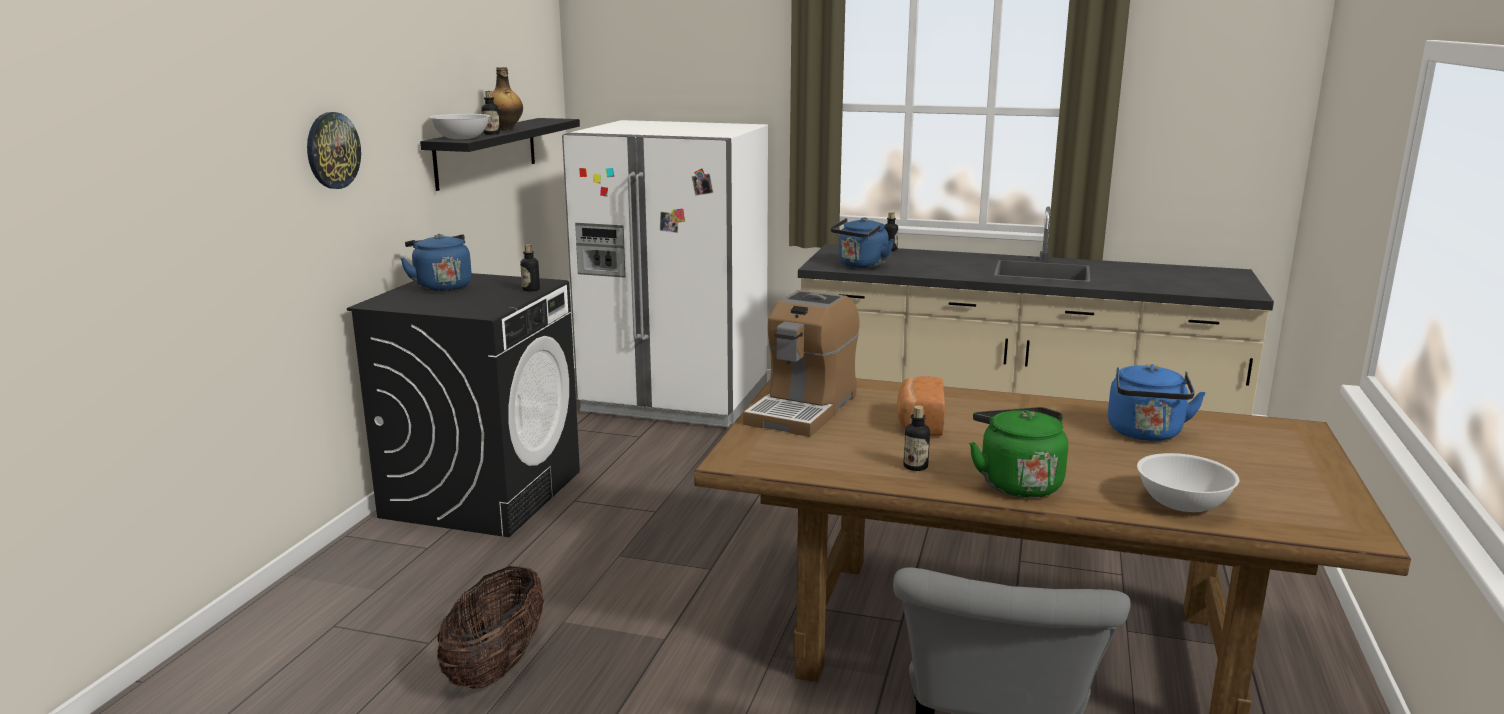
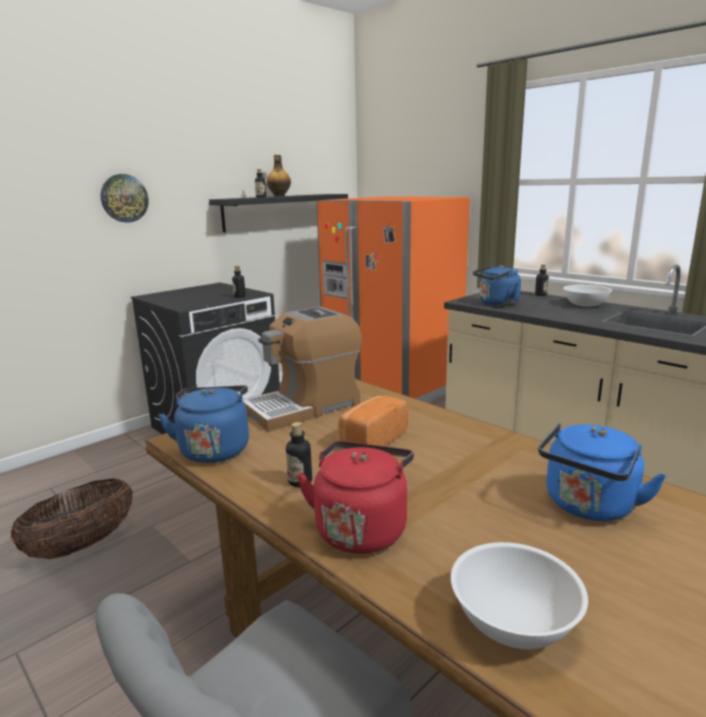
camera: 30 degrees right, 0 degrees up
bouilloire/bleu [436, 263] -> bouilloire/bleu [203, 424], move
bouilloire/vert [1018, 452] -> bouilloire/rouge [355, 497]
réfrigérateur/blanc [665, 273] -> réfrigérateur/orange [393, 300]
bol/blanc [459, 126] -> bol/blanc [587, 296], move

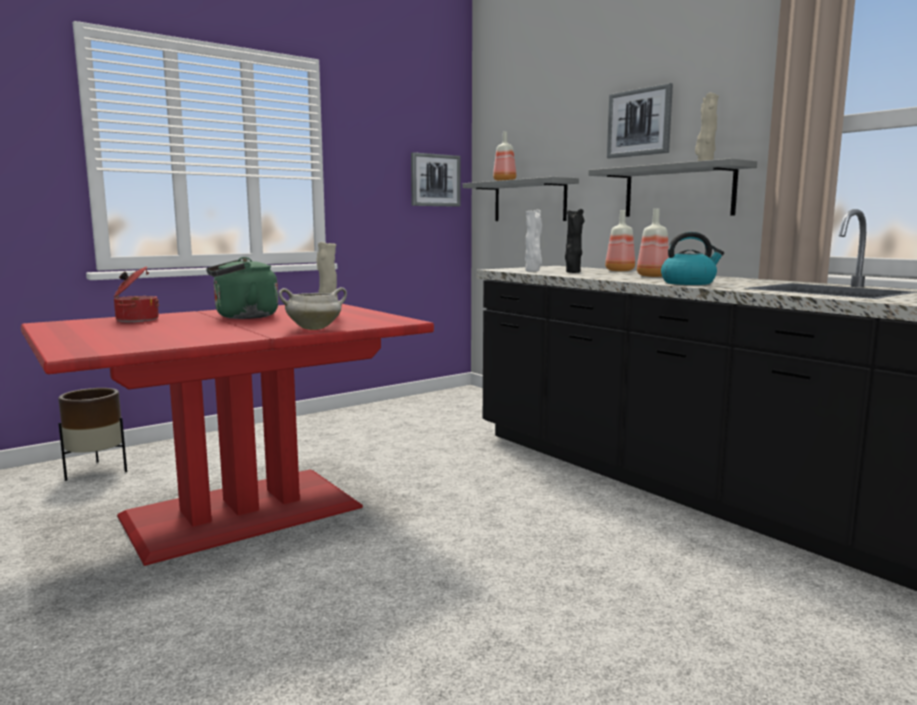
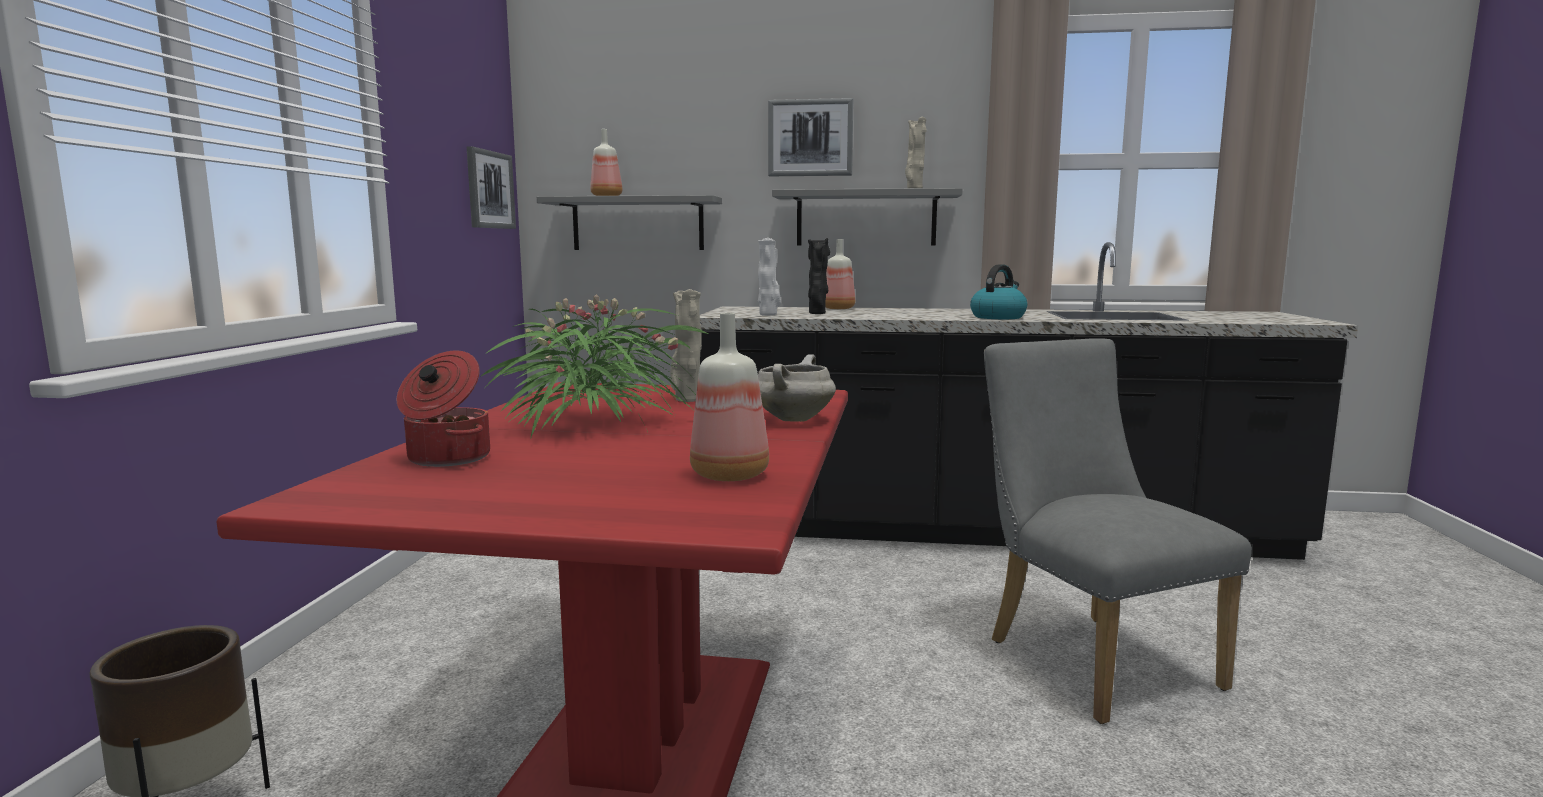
camera: 45 degrees left, 0 degrees up
bouilloire/vert [242, 288] -> plante en pot [594, 365]
bouteille [653, 242] -> bouteille [729, 397], move
none -> chaise/gris [1118, 531]

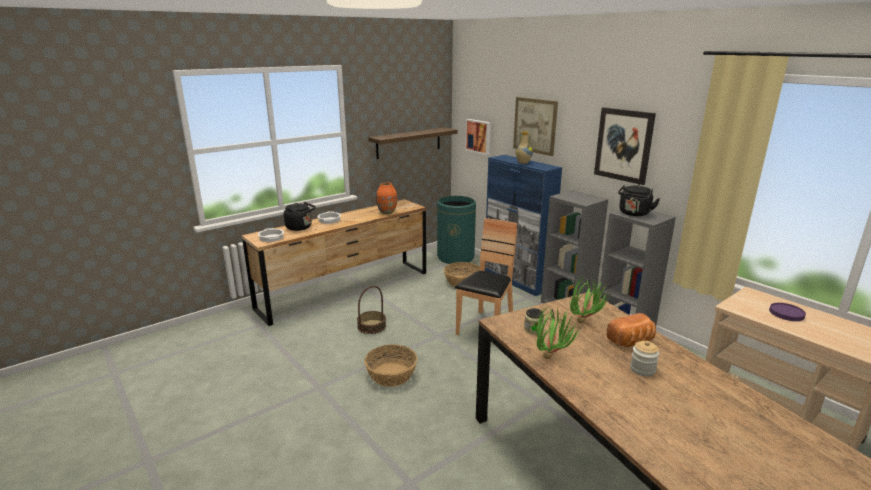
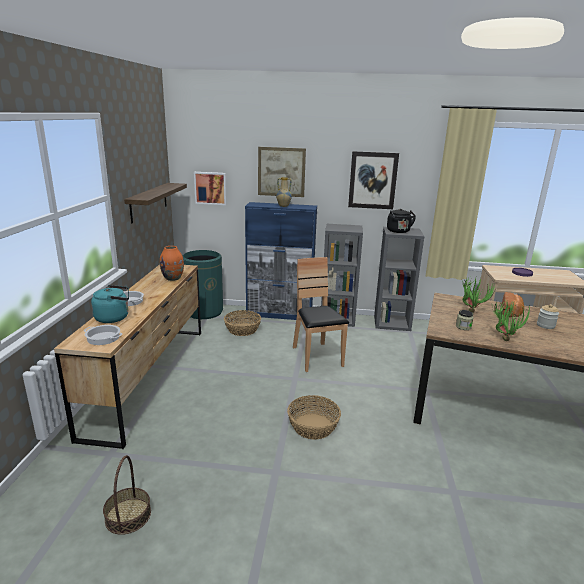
camera: 45 degrees left, 0 degrees up
bouilloire/noir [300, 216] -> bouilloire/turquoise [110, 304]
panier [371, 310] -> panier [127, 495], move

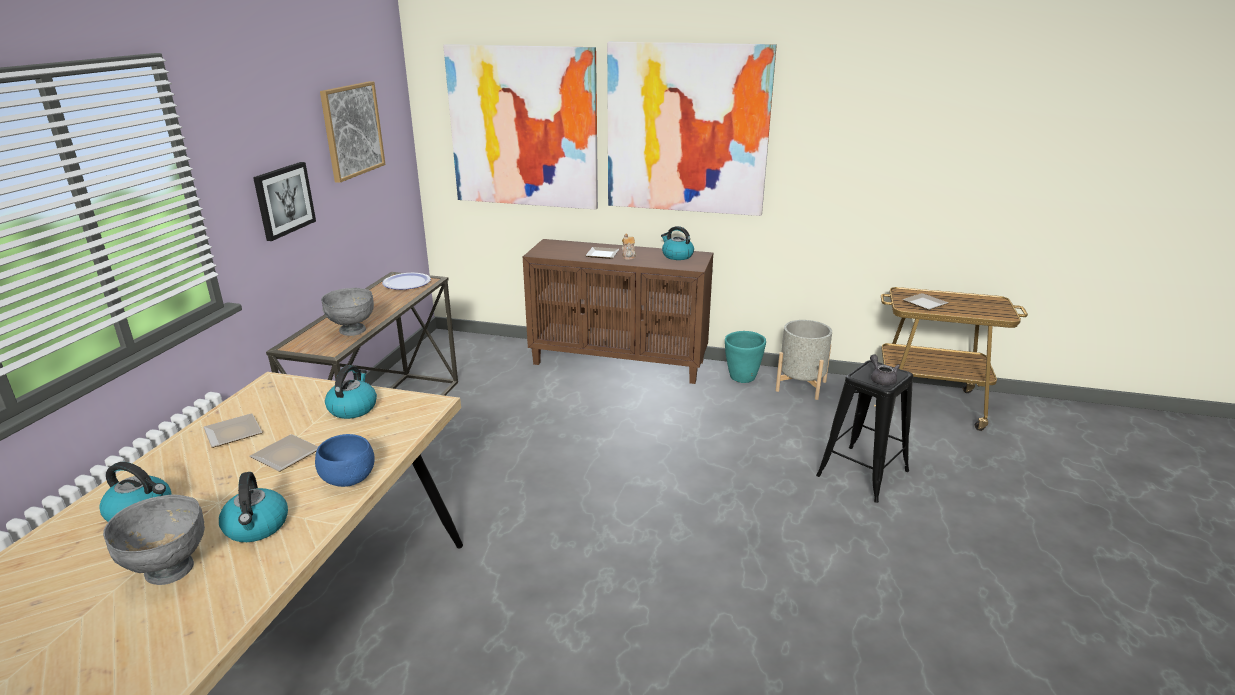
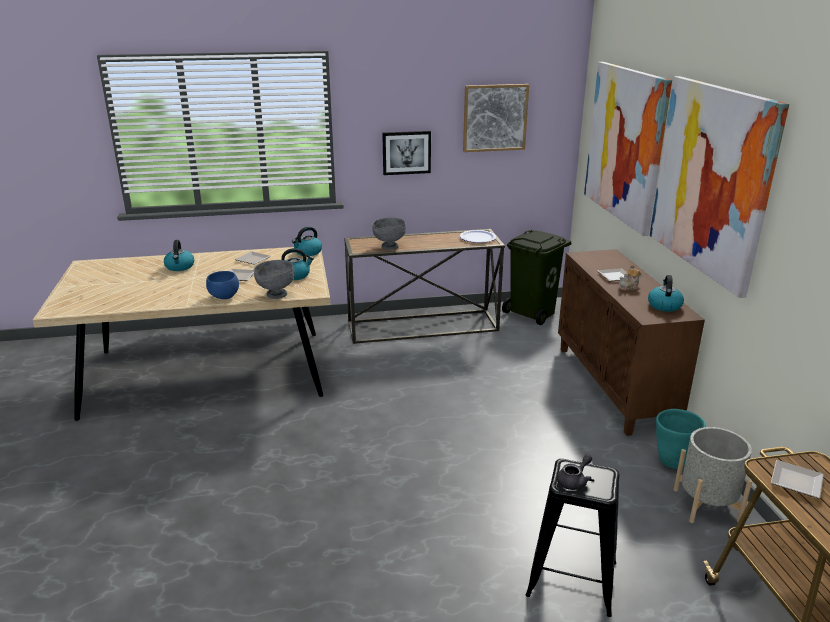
camera: 65 degrees right, 0 degrees up
bol/gris [154, 540] -> bol/gris [274, 279], move
bouilloire [253, 507] -> bouilloire [307, 241], move
none -> poubelle/vert [536, 277]

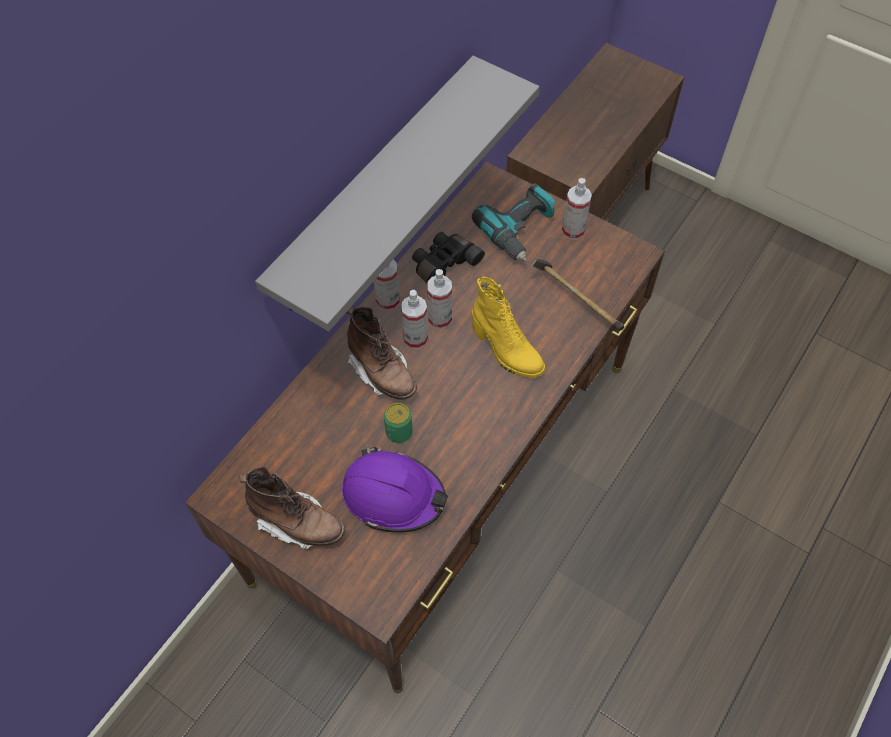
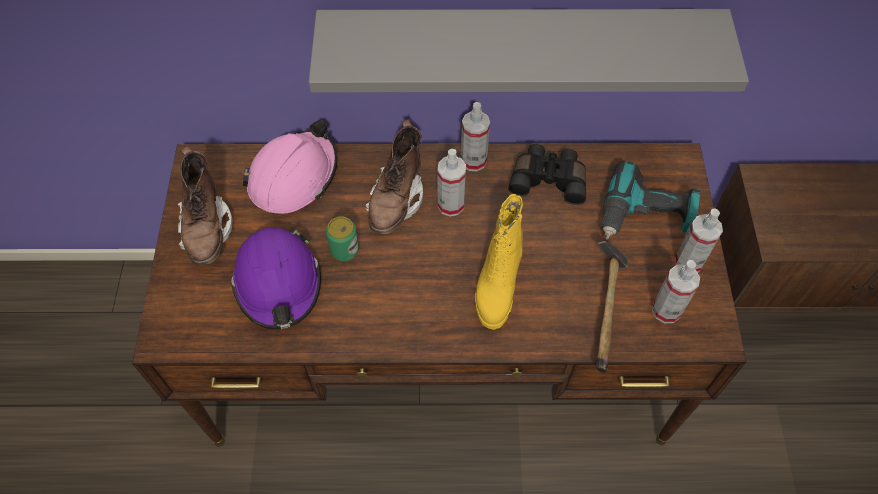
camera: 55 degrees right, 0 degrees up
none -> casque de chantier/rose [290, 167]
vaporisateur [439, 299] -> vaporisateur [676, 291], move

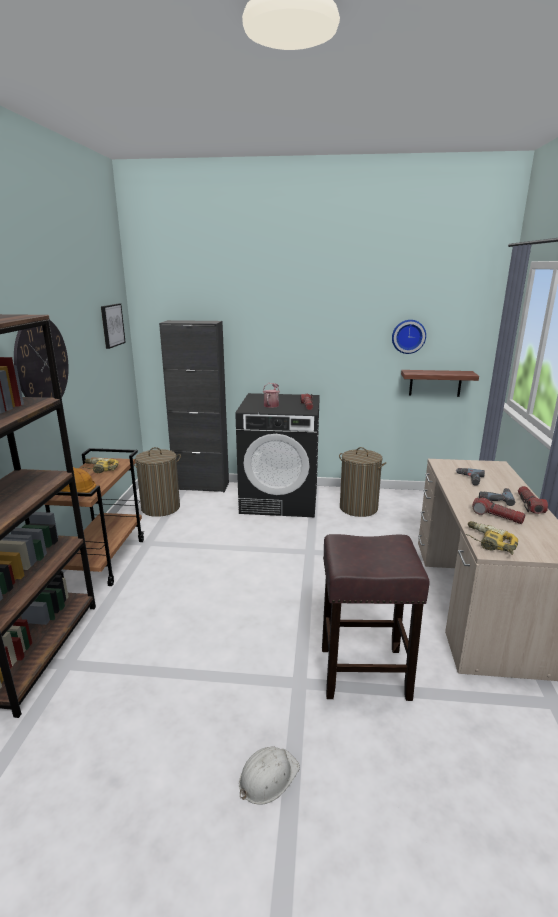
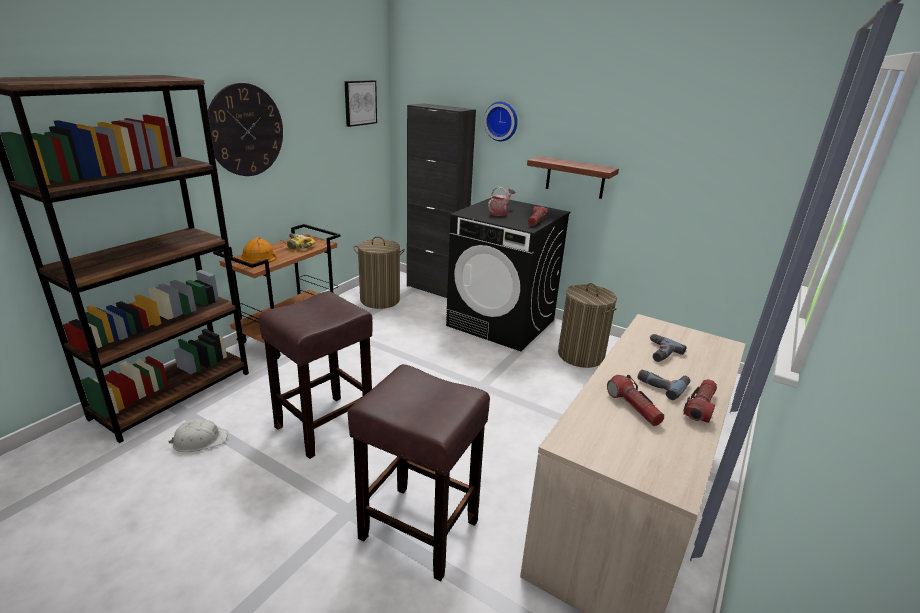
camera: 25 degrees right, 5 degrees up
casque de chantier/blanc [269, 775] -> casque de chantier/blanc [198, 435], move
none -> tabouret/marron [315, 375]
horloge murale [409, 337] -> horloge murale [501, 121], move
étagère [440, 383] -> étagère [573, 177], move
perceuse [492, 538] -> none

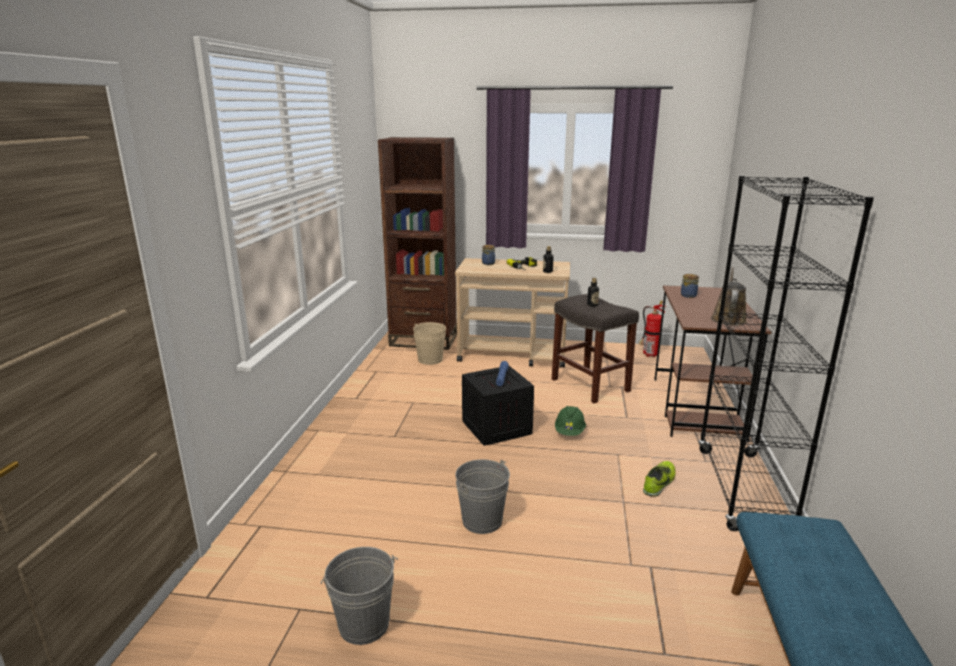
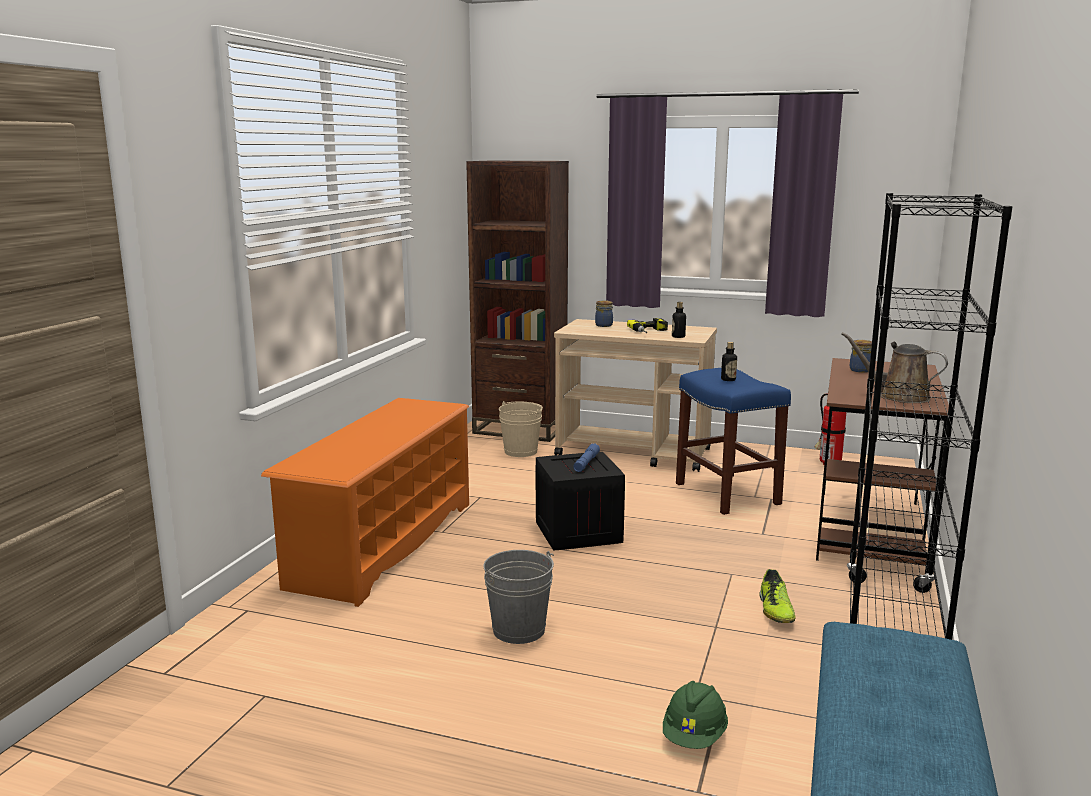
camera: 10 degrees right, 5 degrees down
none -> étagère à chaussures/orange [365, 502]
casque de chantier/vert [570, 421] -> casque de chantier/vert [695, 715], move
tabouret/gris [595, 348] -> tabouret/bleu [733, 441]
chaussure [659, 479] -> chaussure [777, 596], 135 degrees clockwise
arrosoir/marron [729, 296] -> arrosoir/marron [894, 367], 90 degrees counterclockwise
seau/gris [359, 596] -> none

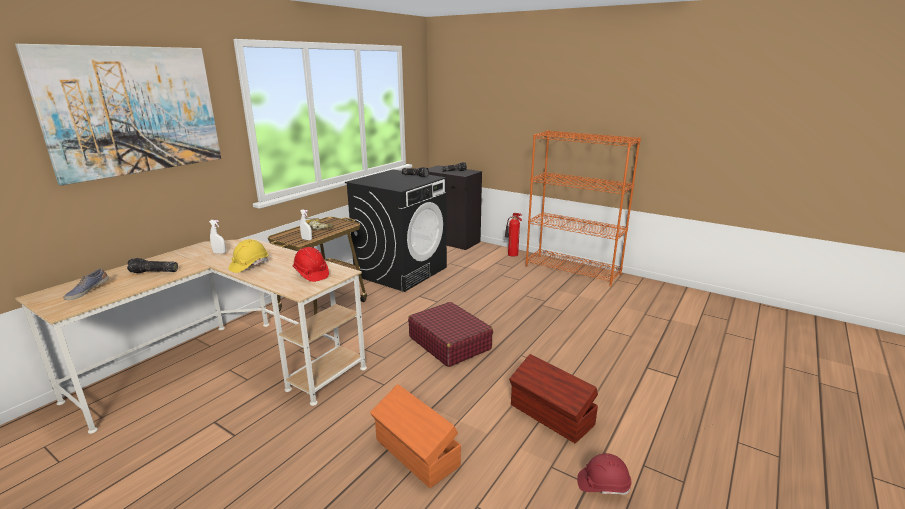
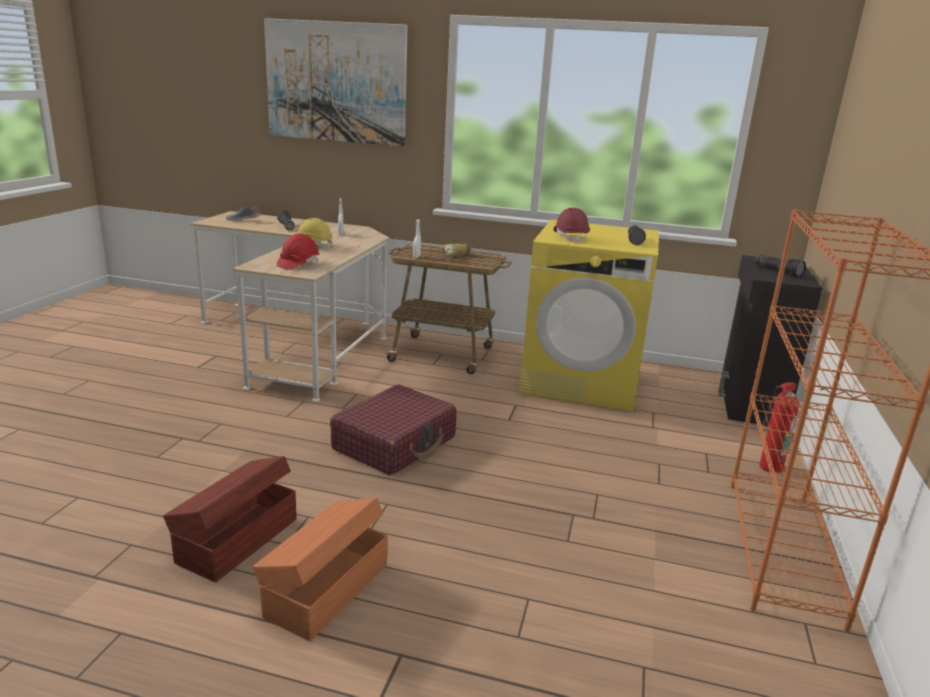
camera: 70 degrees right, 0 degrees up
boîte de rangement/orange [415, 436] -> boîte de rangement/orange [319, 569], move
lave-linge/noir [396, 230] -> lave-linge/jaune [589, 315]
casque de chantier/rouge [604, 474] -> casque de chantier/rouge [571, 225], move

